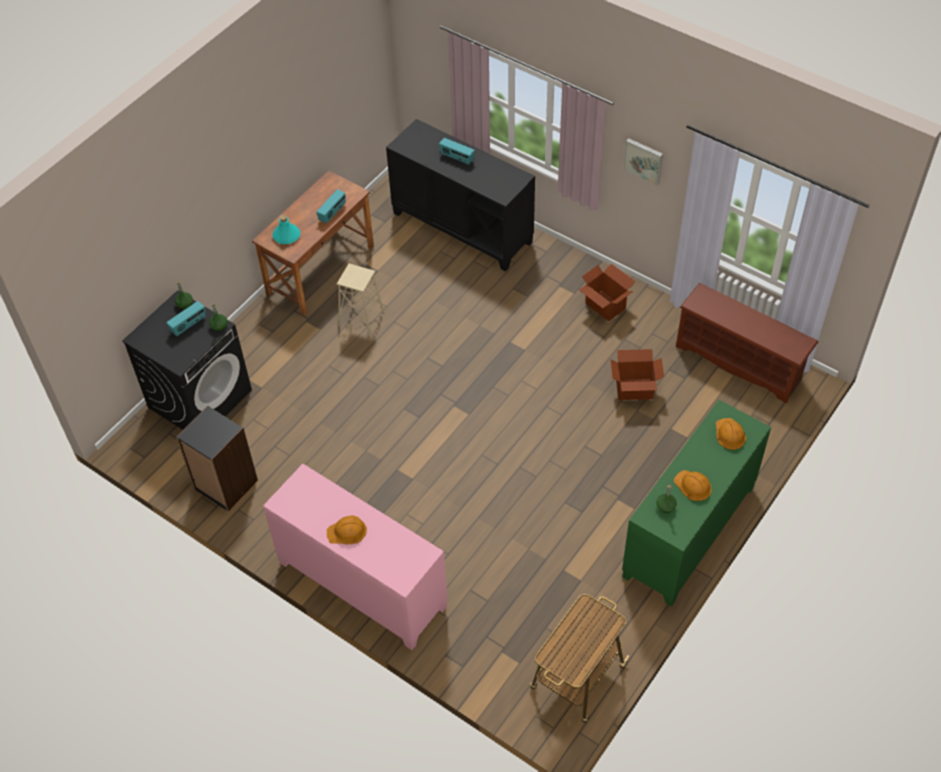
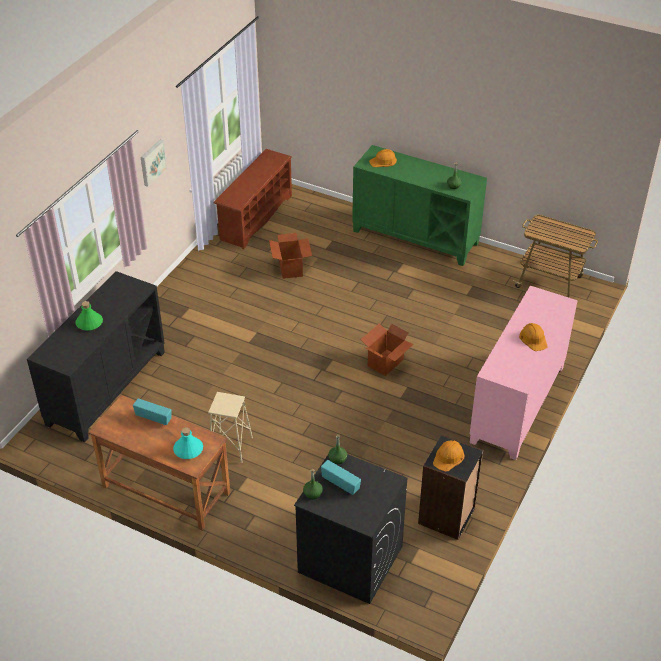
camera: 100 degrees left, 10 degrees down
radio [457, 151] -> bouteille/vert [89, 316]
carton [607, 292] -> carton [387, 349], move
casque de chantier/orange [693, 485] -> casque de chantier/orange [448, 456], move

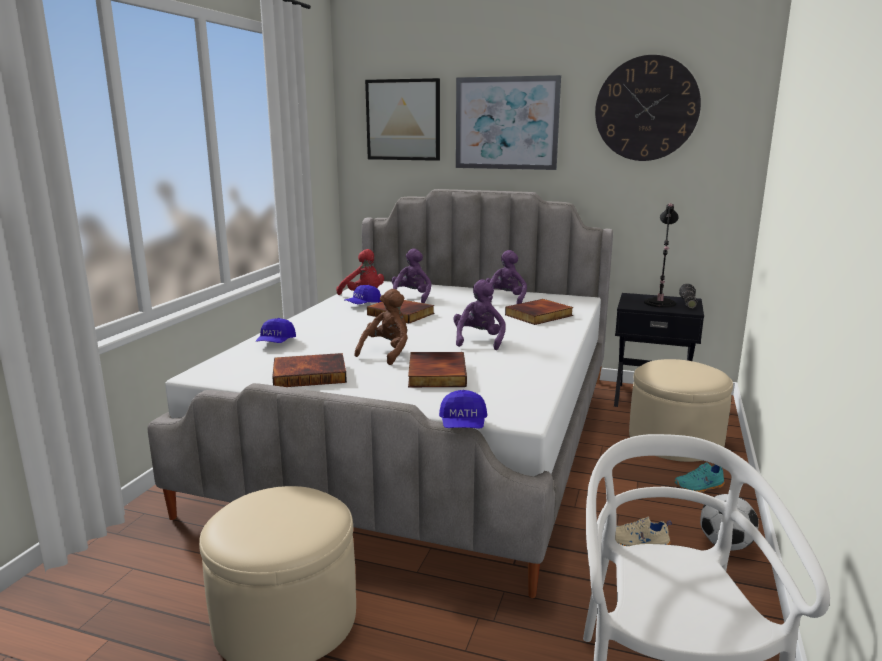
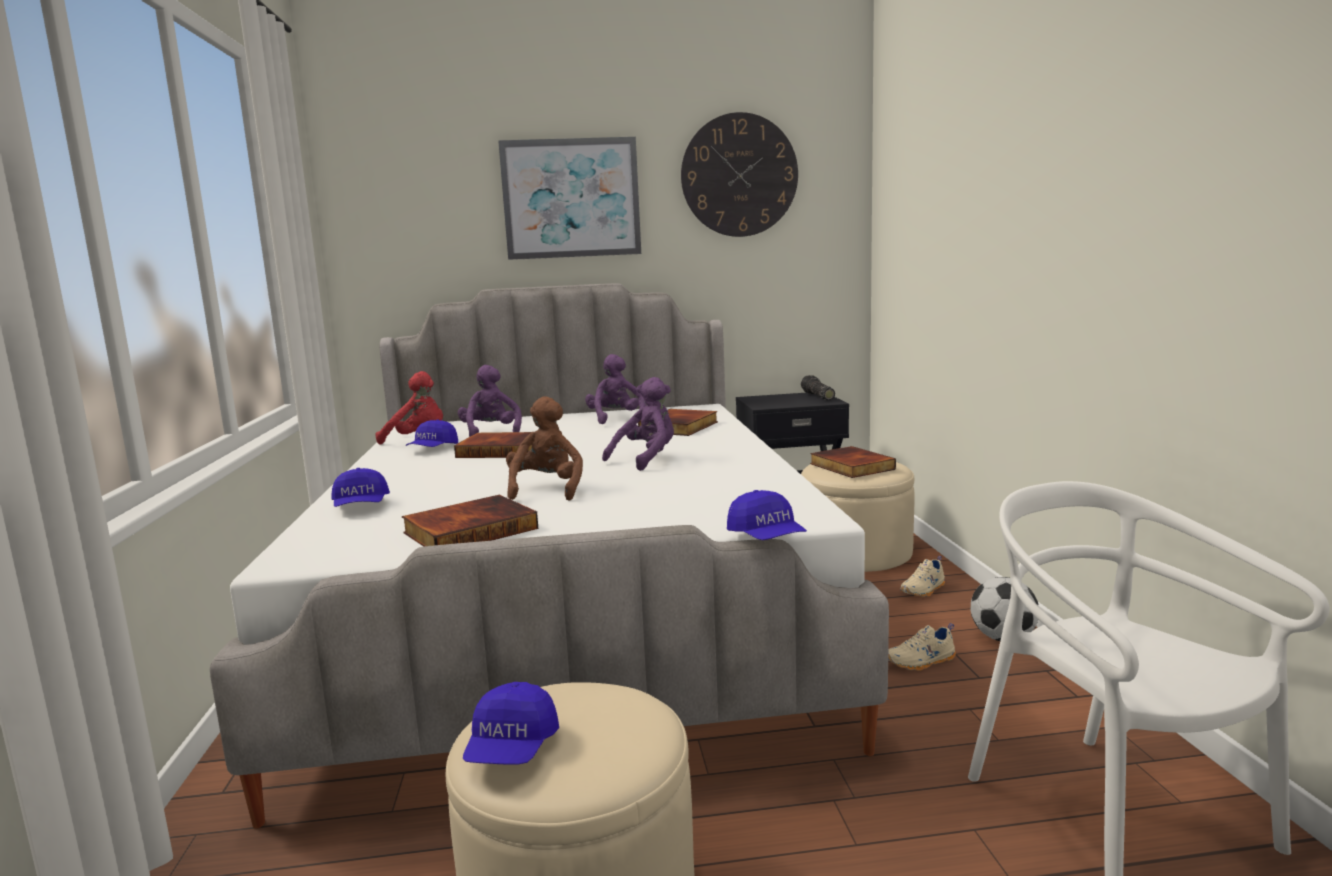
camera: 25 degrees left, 5 degrees down
none -> casquette/bleu [511, 723]
peluche/violet [479, 314] -> peluche/violet [638, 424], 60 degrees clockwise
livre [437, 369] -> livre [853, 462], move
chaussure/turquoise [699, 477] -> chaussure/beige [922, 576]
tableau [402, 119] -> none
lampe de table/noir [661, 255] -> none

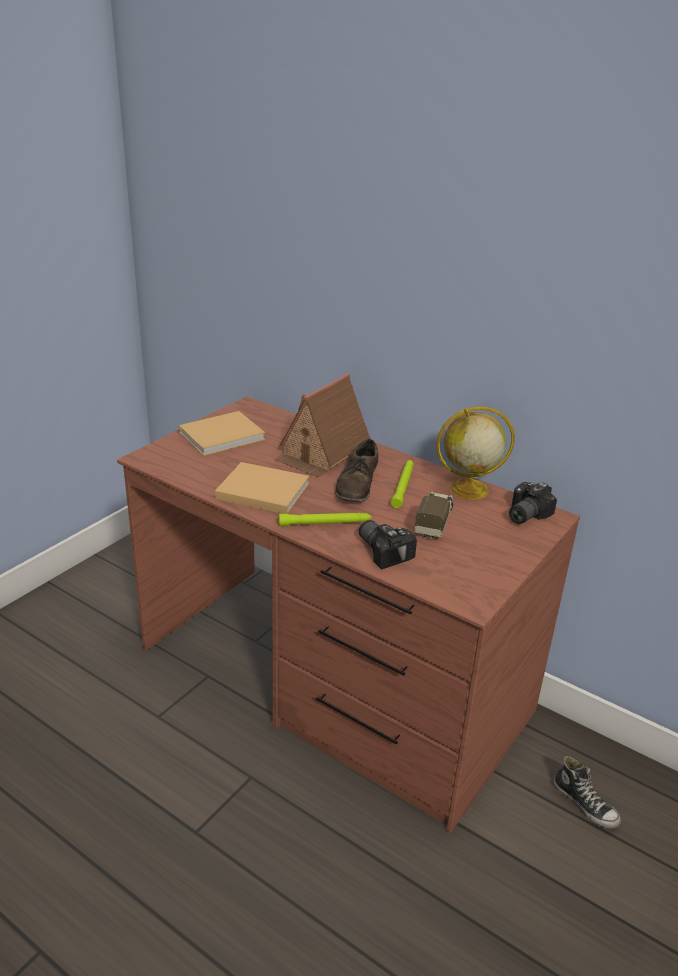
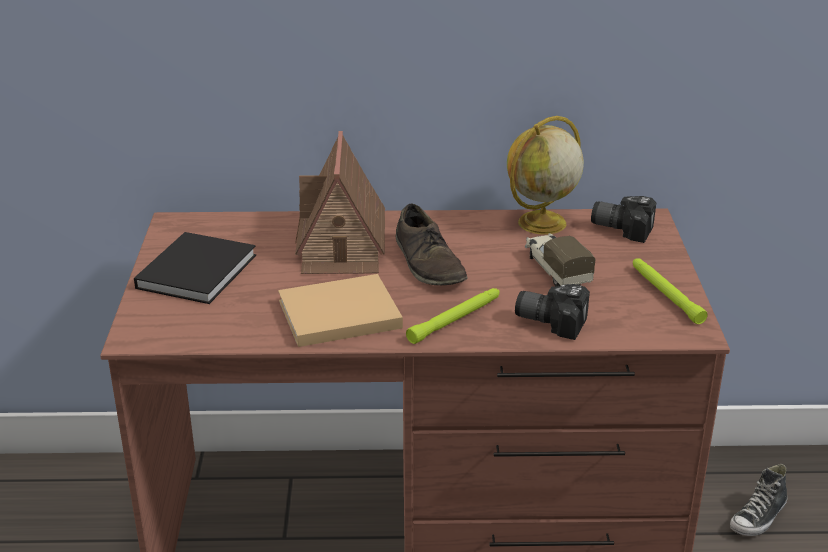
camera: 35 degrees left, 0 degrees up
livre/beige [222, 433] -> livre/noir [195, 268]
appareil photo [533, 503] -> appareil photo [623, 219], 105 degrees clockwise
lampe de poche/vert [402, 484] -> lampe de poche/vert [670, 291], move
chaussure [587, 792] -> chaussure [758, 500], 120 degrees clockwise

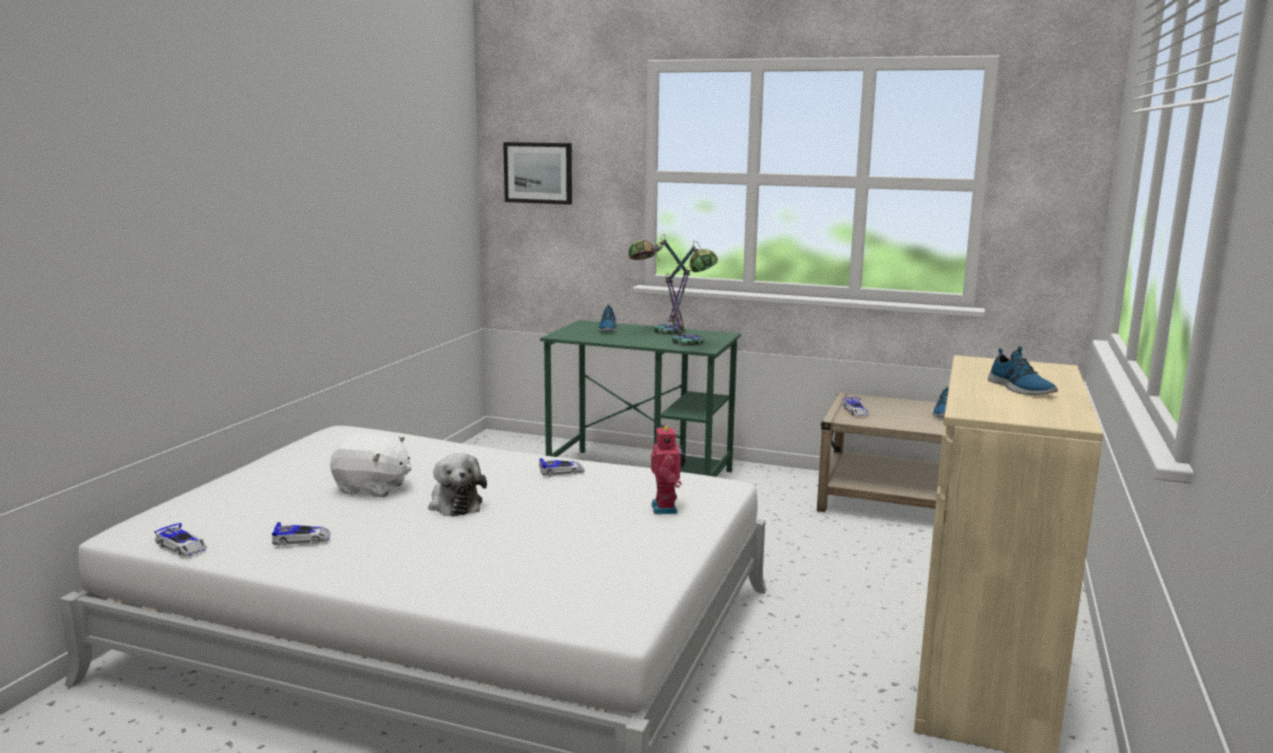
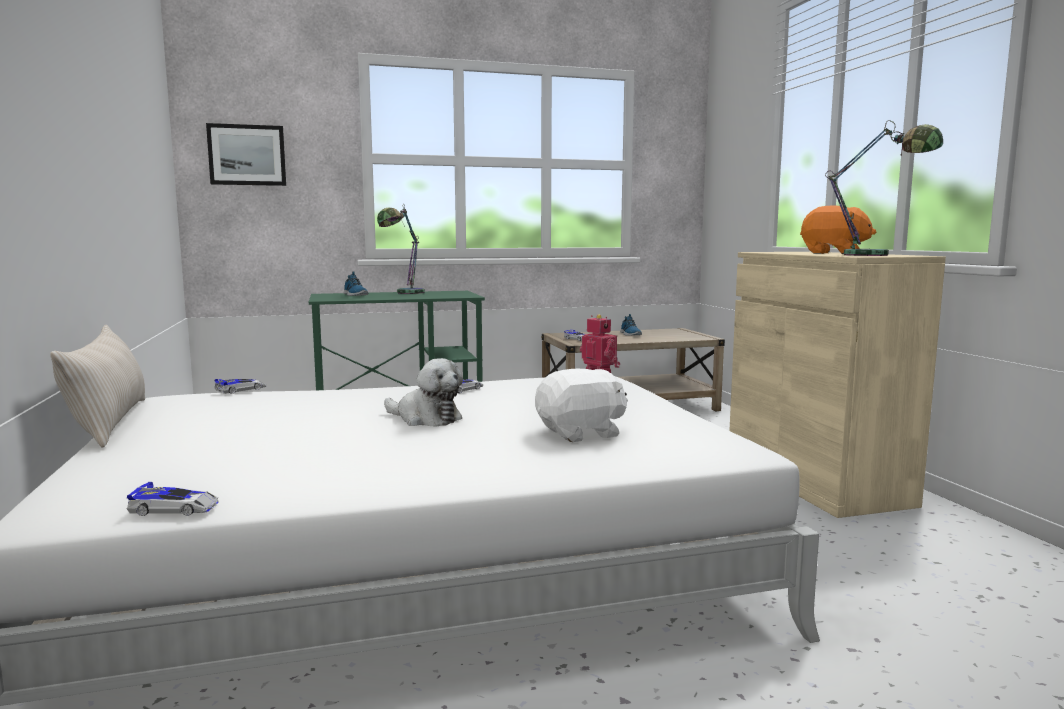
camera: 35 degrees left, 5 degrees down
none -> coussin/beige [97, 386]
petite voiture [301, 534] -> petite voiture [240, 386], move
peluche/blanc [371, 465] -> peluche/blanc [581, 405], move
chaussure [1023, 370] -> peluche/orange [838, 229]
lampe de table [691, 293] -> lampe de table [884, 188], move

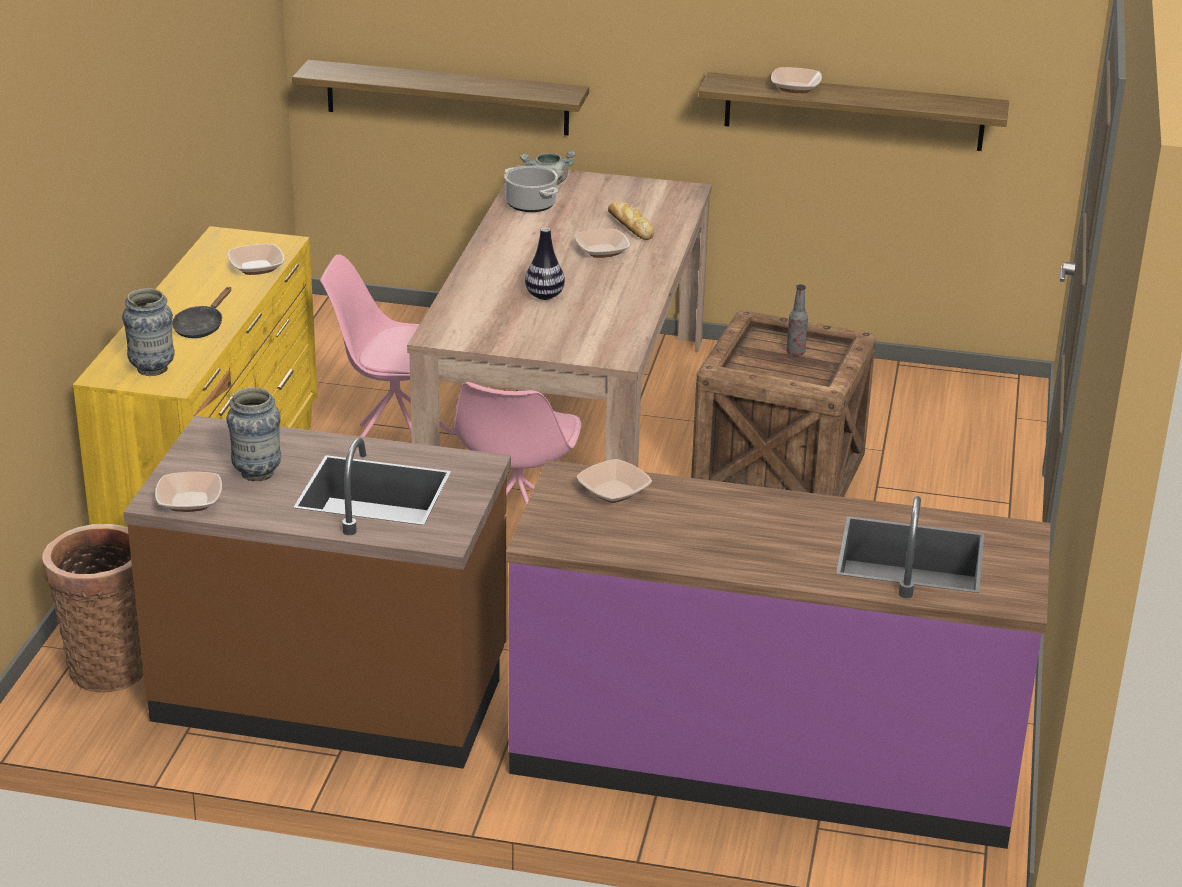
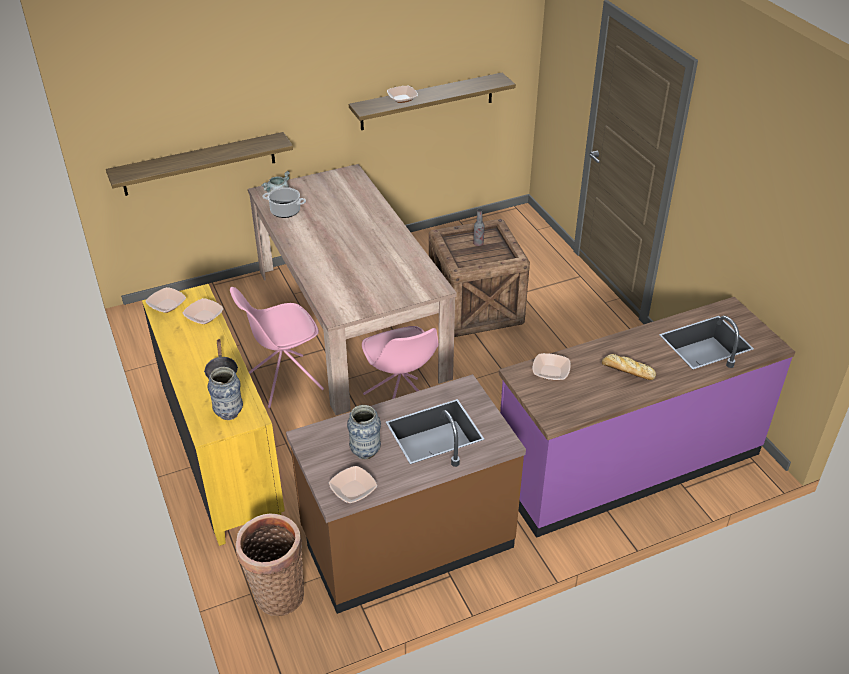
camera: 35 degrees left, 10 degrees up
bol [602, 243] -> bol [165, 300], move
pain [631, 221] -> pain [629, 367], move
vase [545, 263] -> none

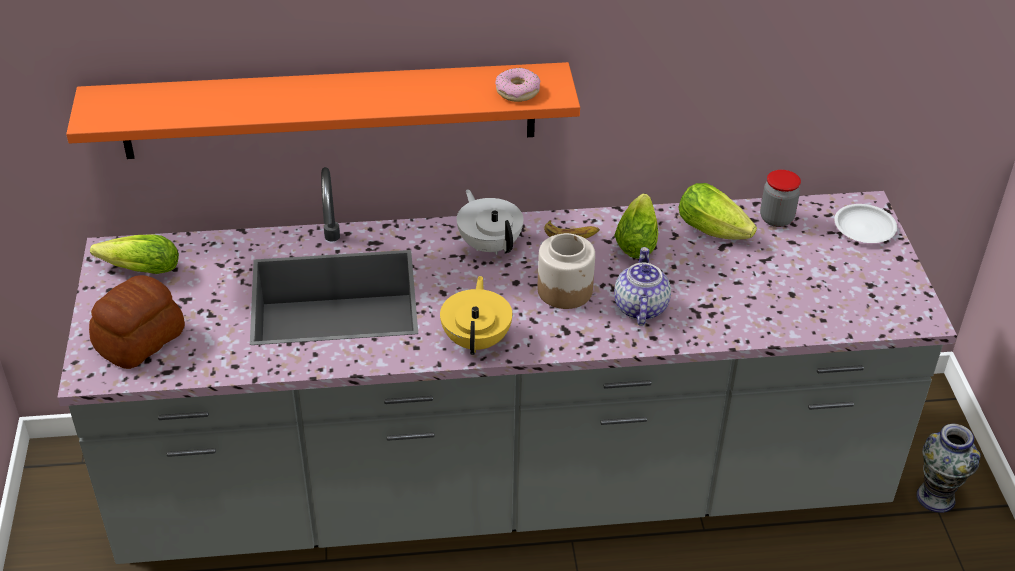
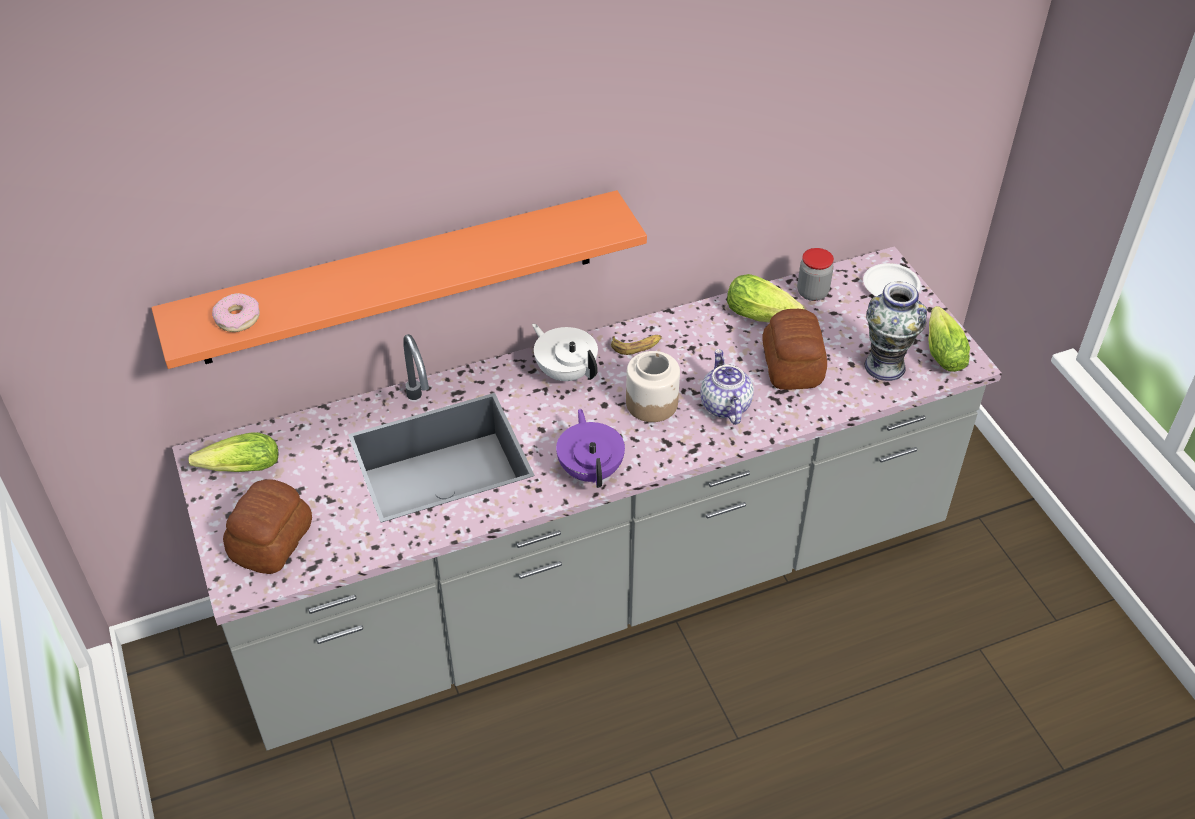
camera: 15 degrees left, 5 degrees up
beignet [517, 85] -> beignet [236, 312], move
théière/jaune [476, 315] -> théière/violet [590, 448]
none -> pain [795, 349]
vase [948, 468] -> vase [896, 331], move
laitue [636, 226] -> laitue [949, 339], move

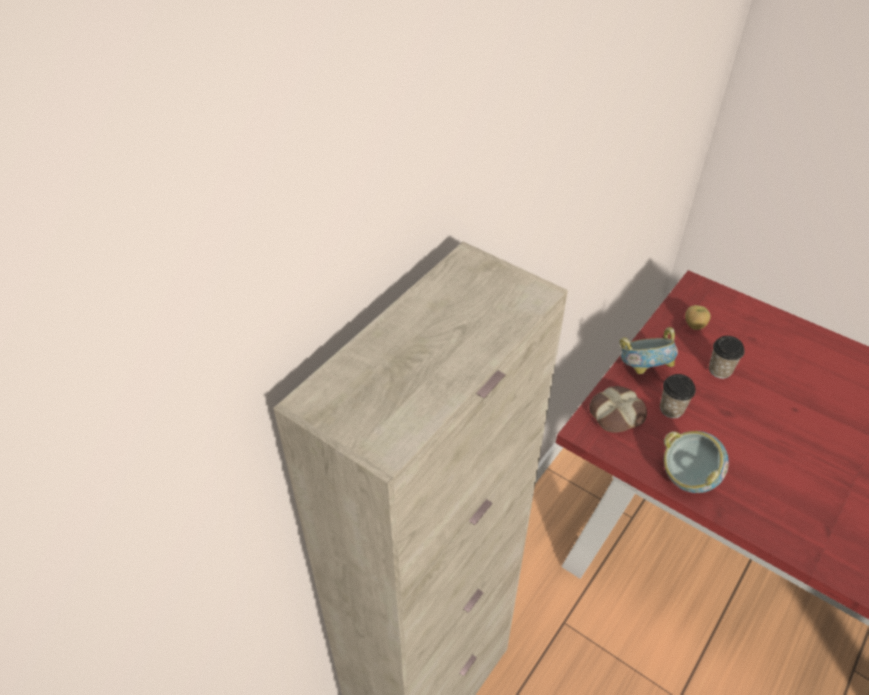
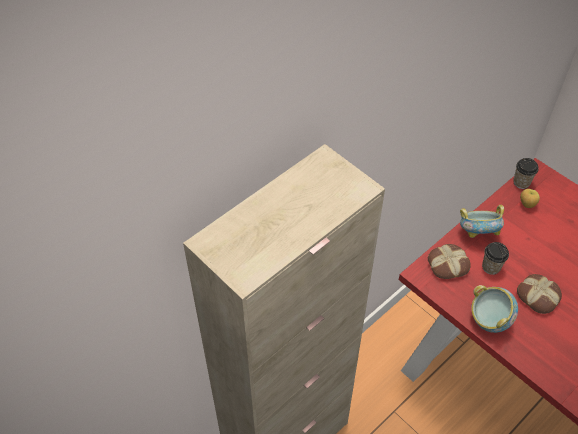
camera: 10 degrees right, 5 degrees up
tasse [726, 357] -> tasse [526, 173], move
none -> pain [539, 294]

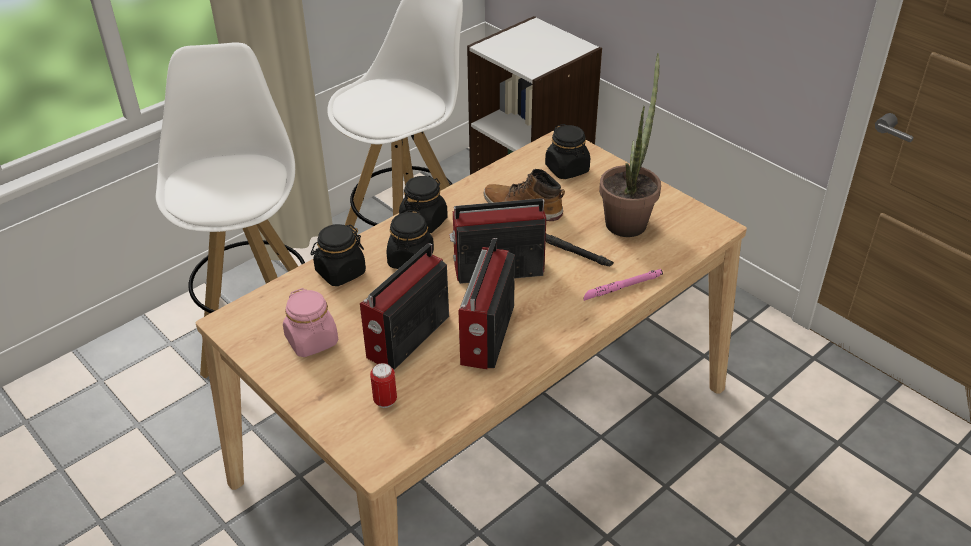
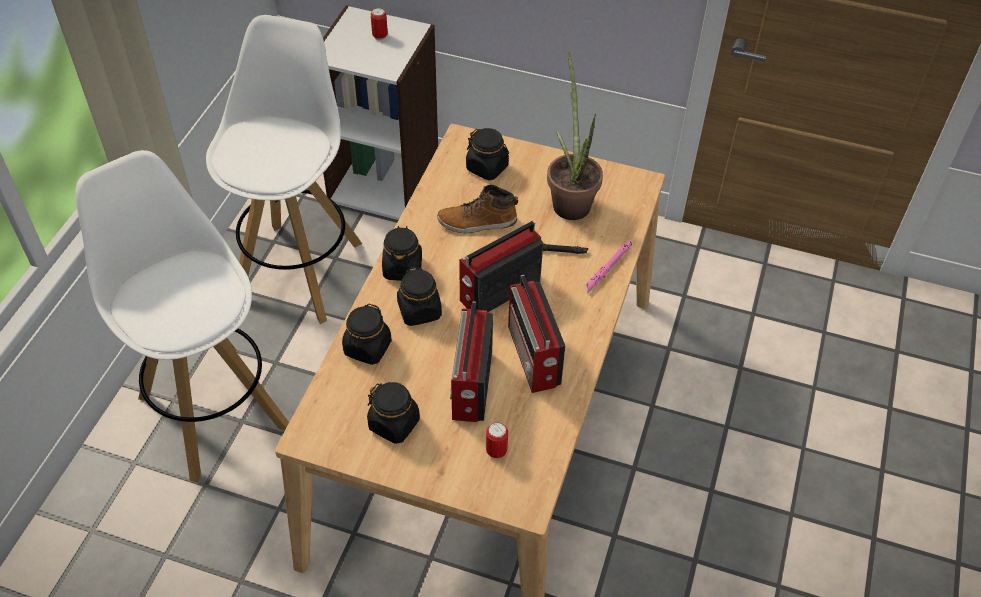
camera: 30 degrees left, 10 degrees up
bocal/rose [310, 322] -> bocal/noir [393, 413]
none -> boîte métallique [379, 24]

